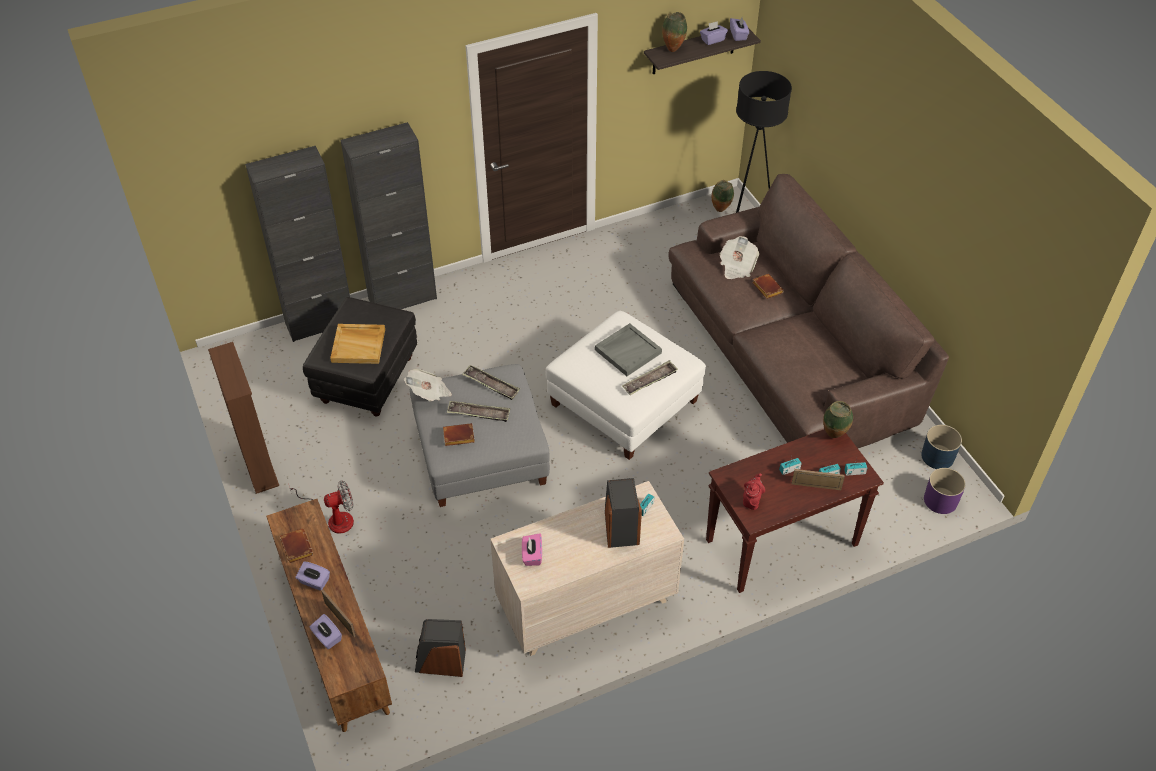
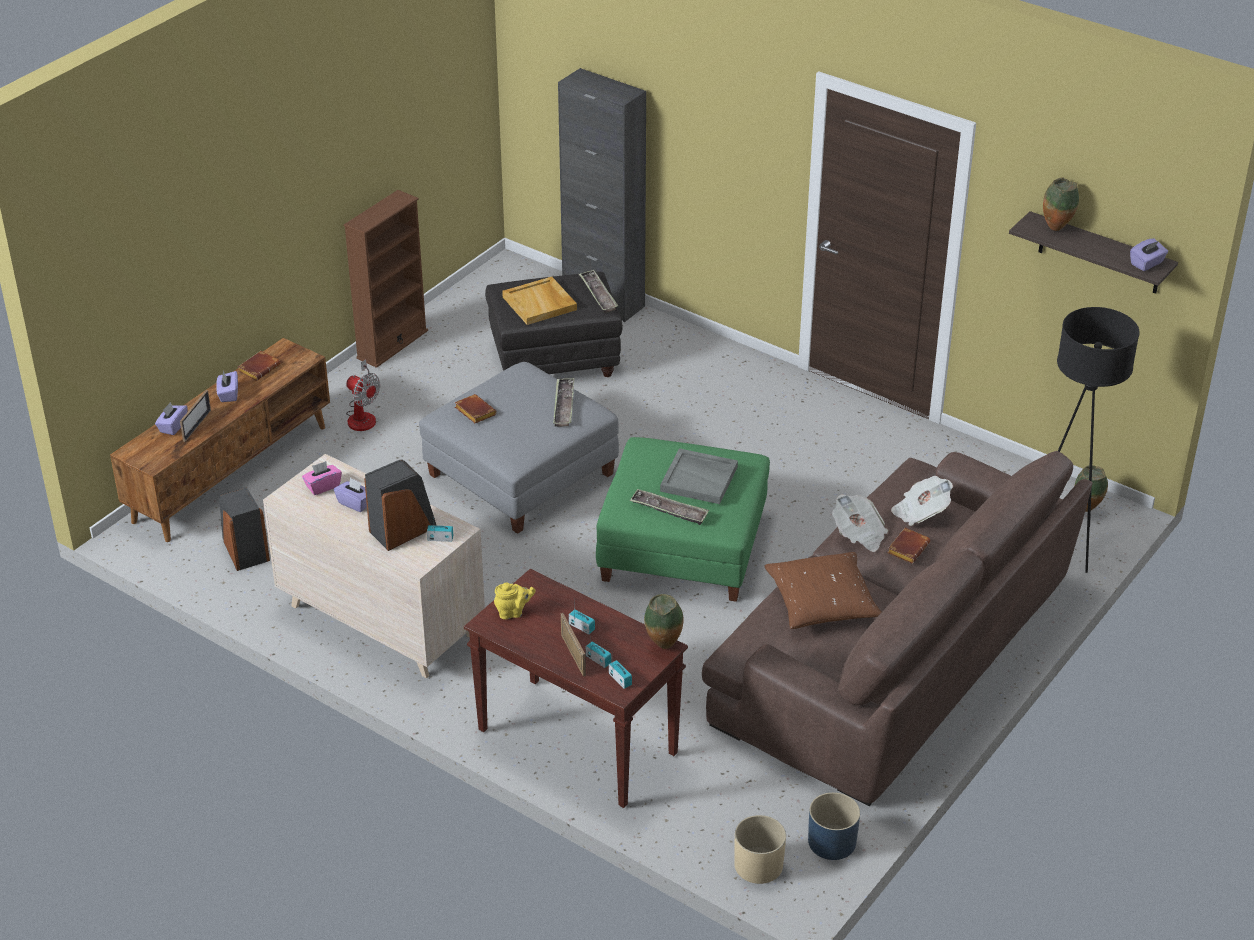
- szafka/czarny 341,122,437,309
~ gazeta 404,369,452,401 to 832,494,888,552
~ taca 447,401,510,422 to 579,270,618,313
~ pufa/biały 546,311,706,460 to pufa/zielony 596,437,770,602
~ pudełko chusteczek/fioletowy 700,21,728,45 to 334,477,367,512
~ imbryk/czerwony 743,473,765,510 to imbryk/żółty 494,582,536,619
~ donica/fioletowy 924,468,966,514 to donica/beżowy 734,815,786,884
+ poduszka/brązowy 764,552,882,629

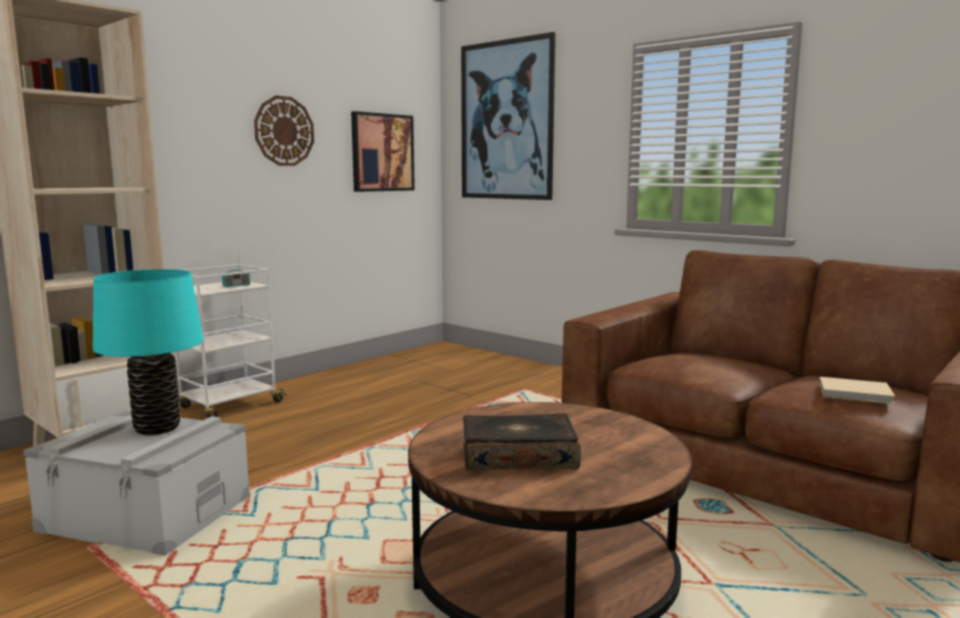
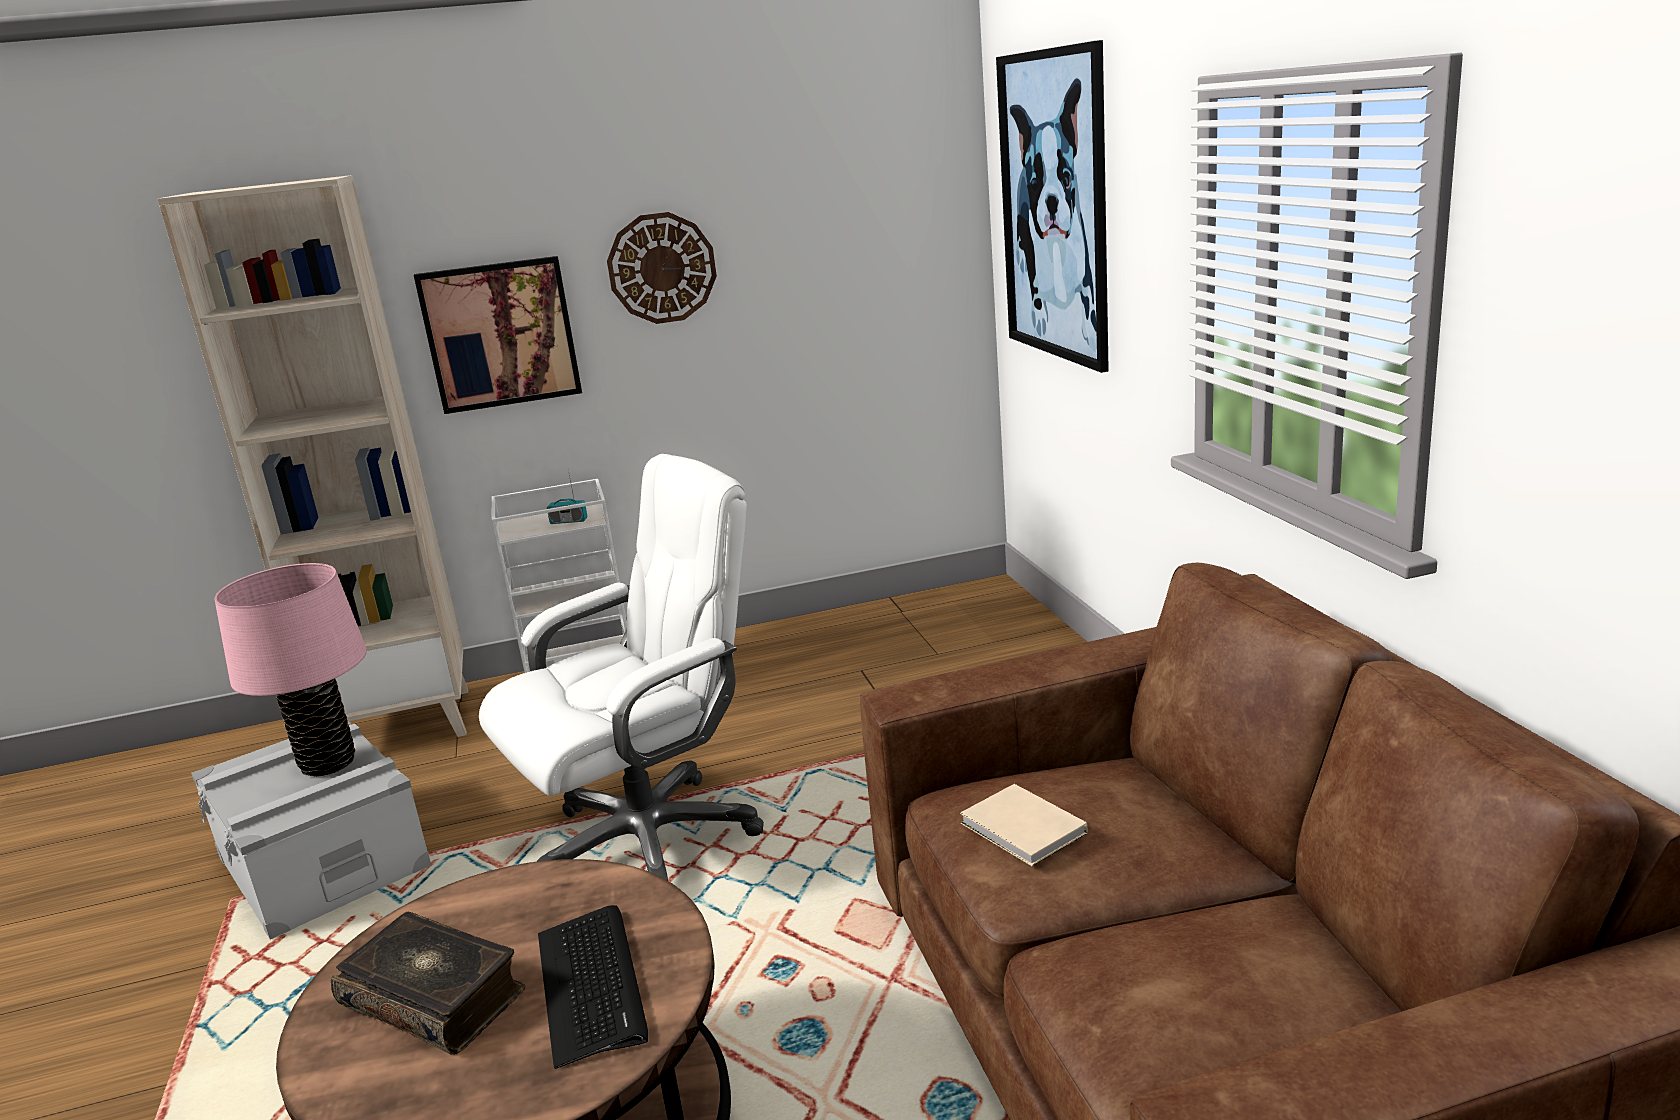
~ lampa stołowa/turkusowy 93,269,203,435 to lampa stołowa/różowy 215,563,367,777
~ obraz 351,111,415,192 to 414,256,582,414
~ książka/beżowy 819,377,895,404 to 960,784,1087,866
+ krzesło biurowe/biały 479,454,764,881
+ klawiatura 538,905,648,1069

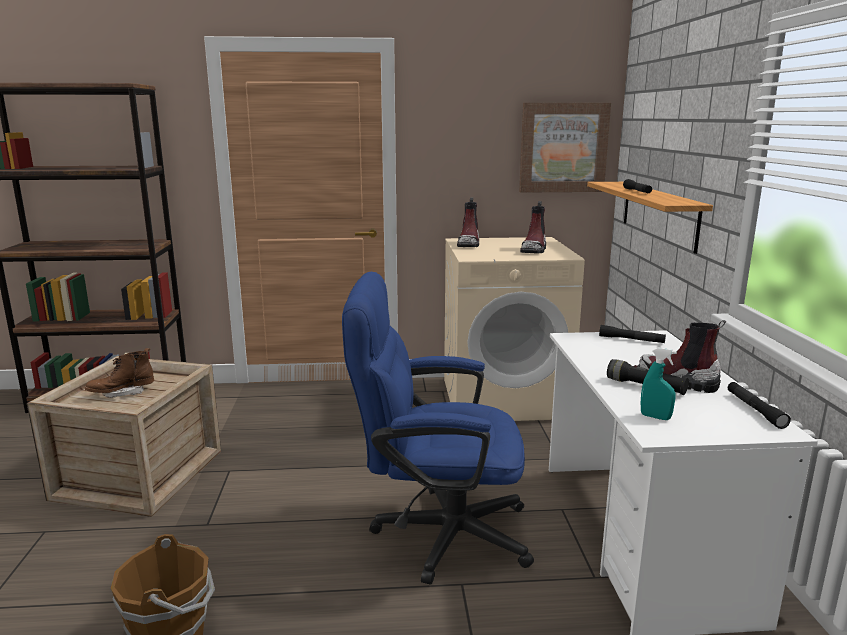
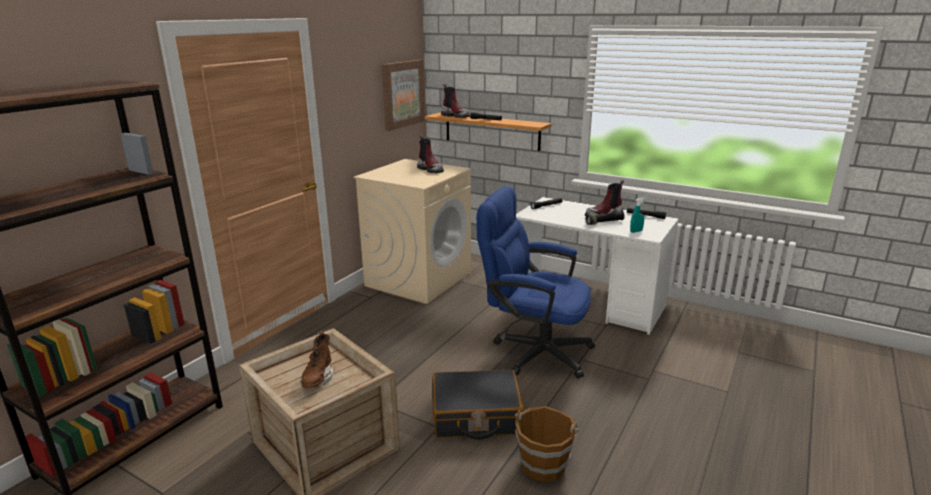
~ krzesło biurowe/niebieski 342,272,534,585 = 476,186,595,379 75 degrees clockwise
~ but z cholewką 457,197,479,247 to 441,84,470,118
+ walizka/czarny 432,370,524,440

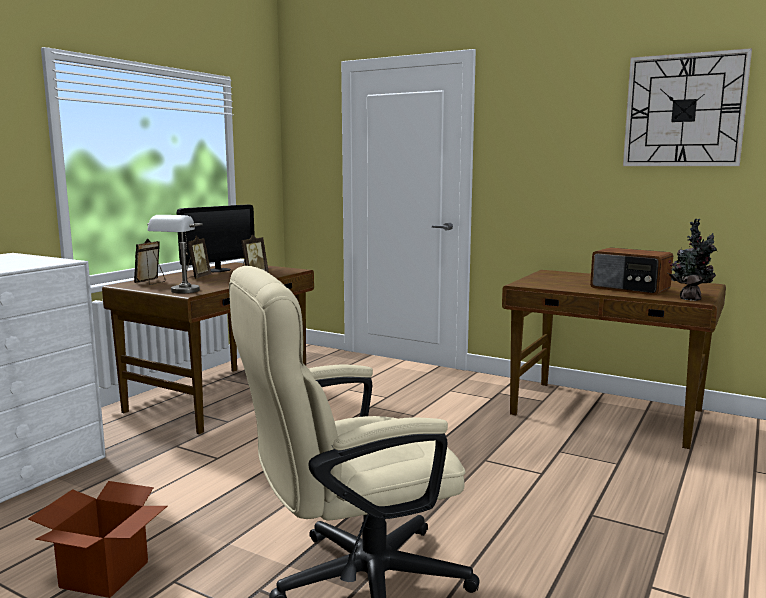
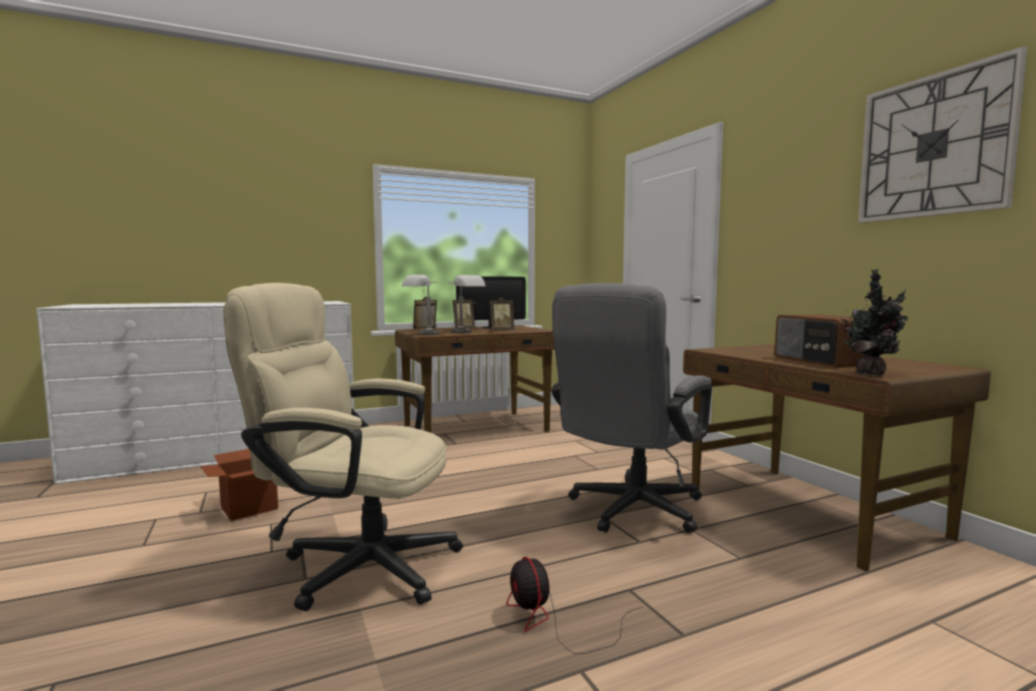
+ lampa stołowa/szary 447,275,485,333
+ wentylator 507,557,643,654
+ krzesło biurowe/szary 551,283,712,533

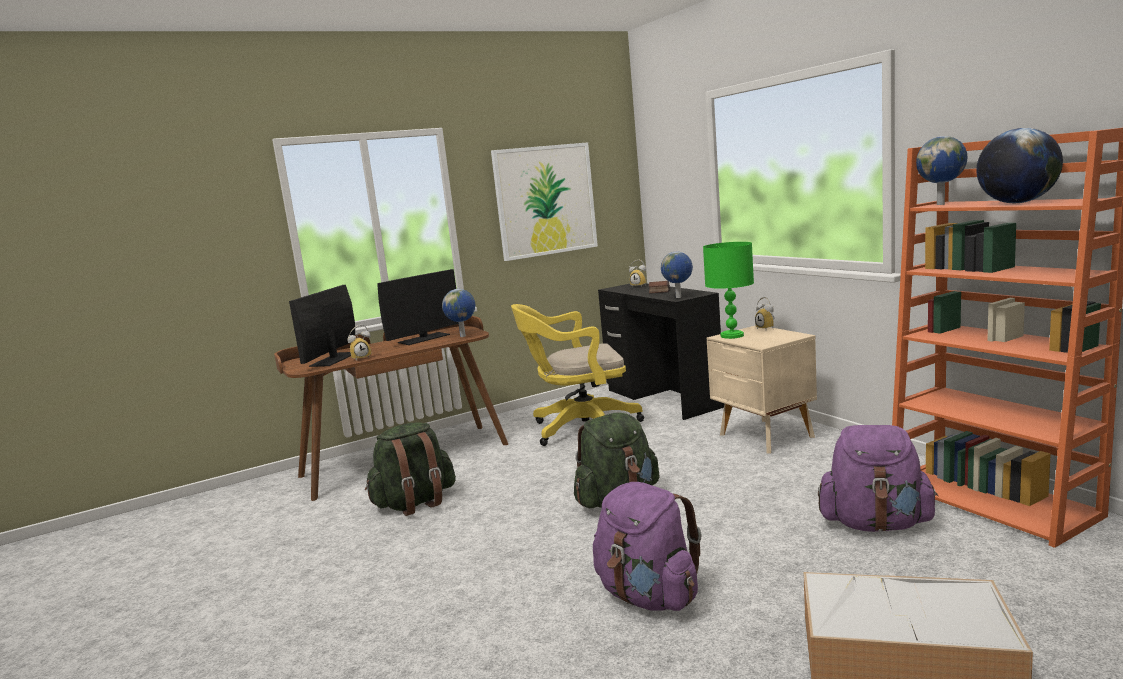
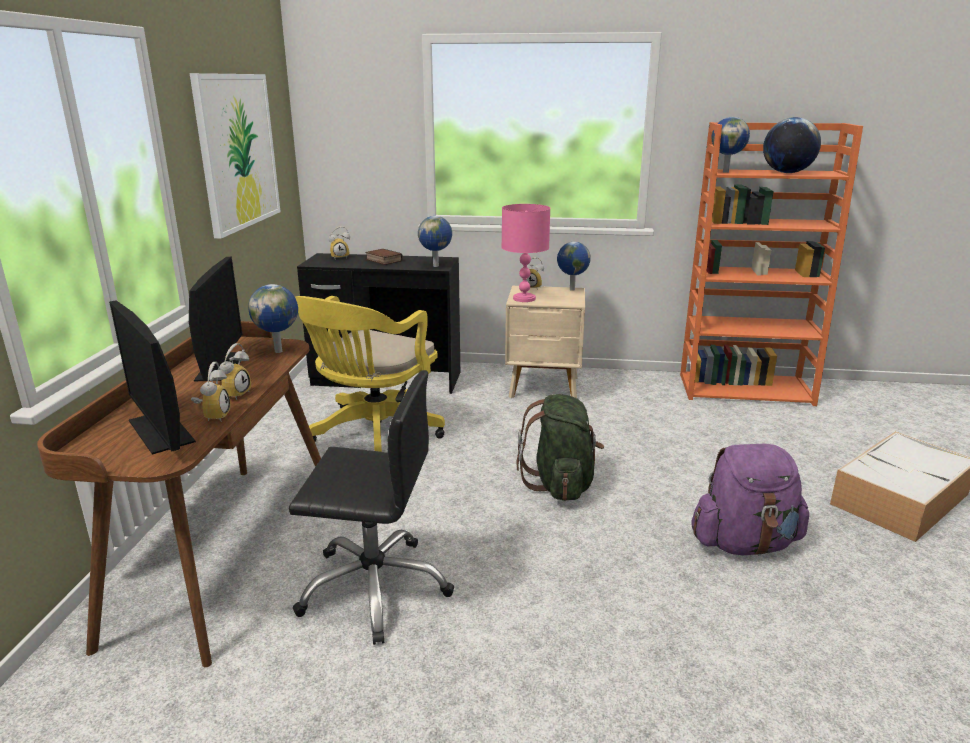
~ plecak/zielony 365,422,456,516 to krzesło biurowe/czarny 289,370,454,645
~ lampa stołowa/zielony 703,242,754,339 to lampa stołowa/różowy 501,204,550,302
- plecak/fioletowy 818,425,938,532
+ budzik 219,343,251,400
+ globus 557,242,591,291

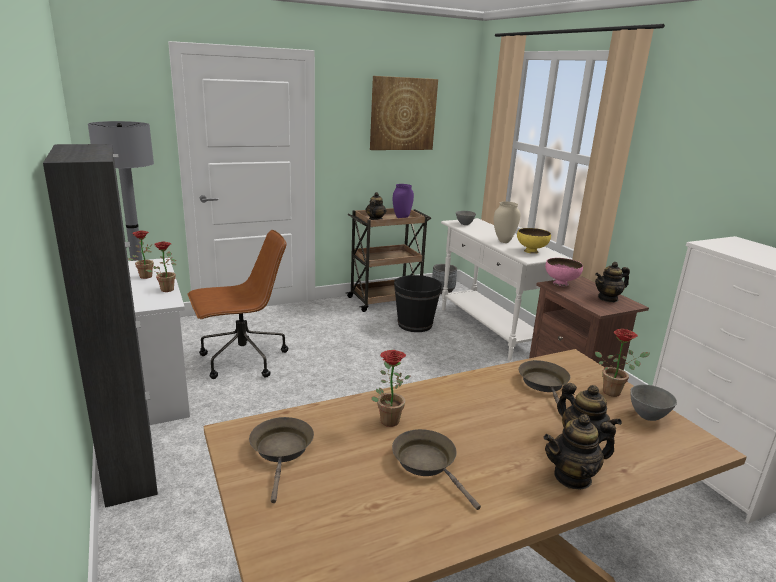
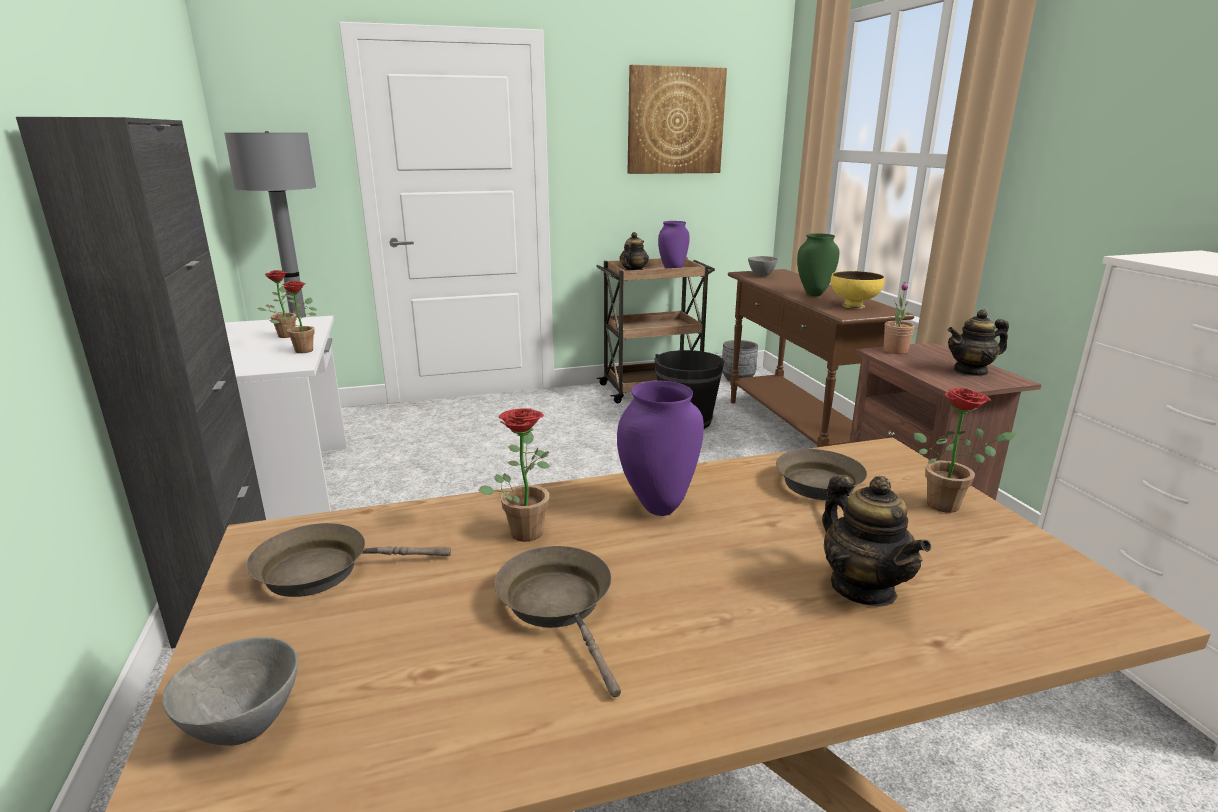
- krzesło biurowe/brązowy 187,230,288,379
~ patelnia/brązowy 249,417,314,503 = 246,523,451,597 105 degrees counterclockwise
~ stolik konsolowy/biały 441,218,569,361 to stolik konsolowy/brązowy 728,269,914,447
~ wazon/beżowy 494,201,521,243 to wazon/zielony 797,233,839,296
- imbryk 544,414,616,490
~ miska/różowy 545,258,583,286 to roślina doniczkowa 884,282,915,354
~ miska/szary 630,384,677,421 to 162,637,298,746
+ wazon/fioletowy 617,381,704,516

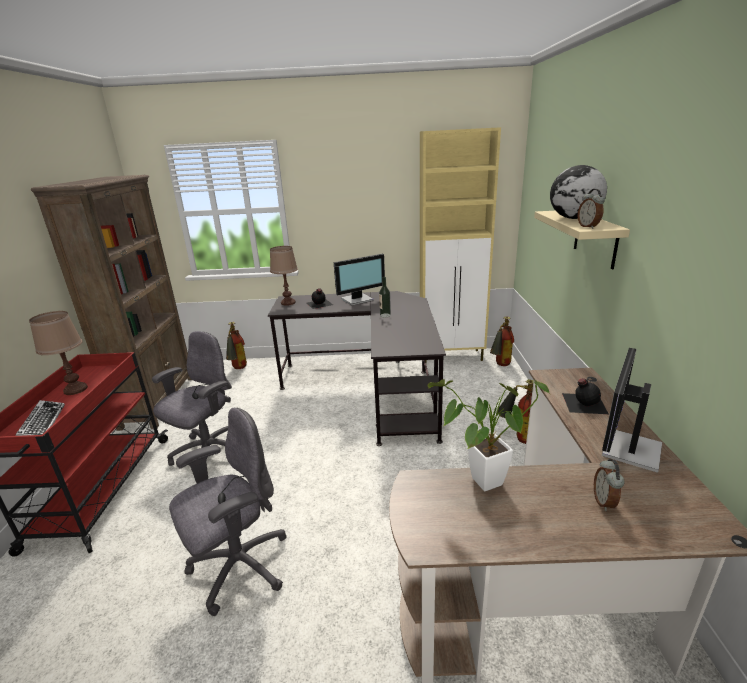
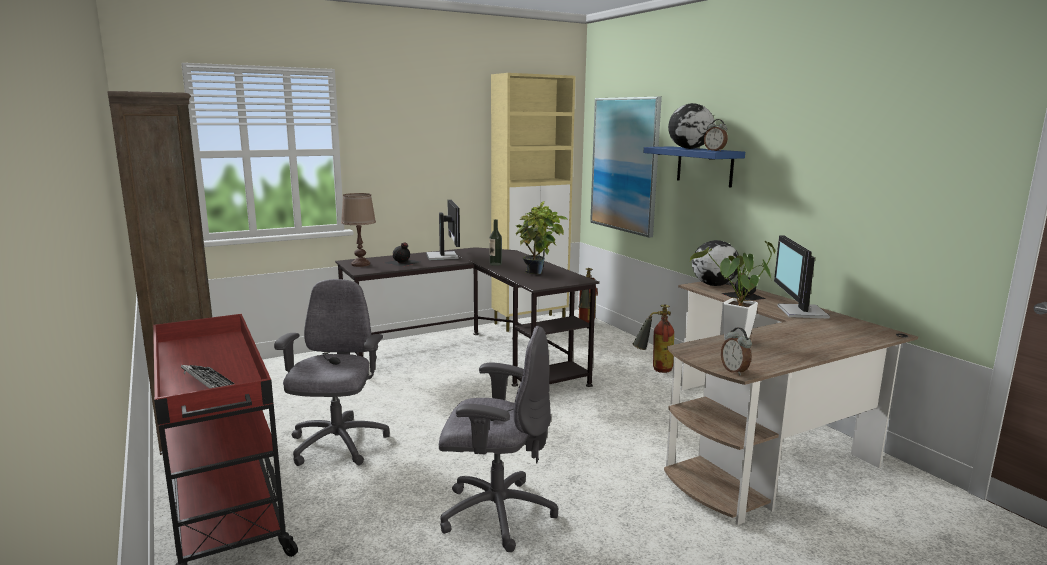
- lampa stołowa/brązowy 29,311,88,395
~ krzesło biurowe/szary 169,408,286,616 = 439,326,559,552 75 degrees clockwise
- gaśnica 226,322,247,369
~ monitor 334,254,385,305 = 426,200,460,260 45 degrees counterclockwise
~ półka/beżowy 534,211,630,269 to półka/niebieski 644,146,745,187
~ budzik 594,459,625,511 to 721,328,752,376
+ roślina doniczkowa 516,201,568,274
+ obraz 590,97,662,238
+ globus 692,240,740,286

